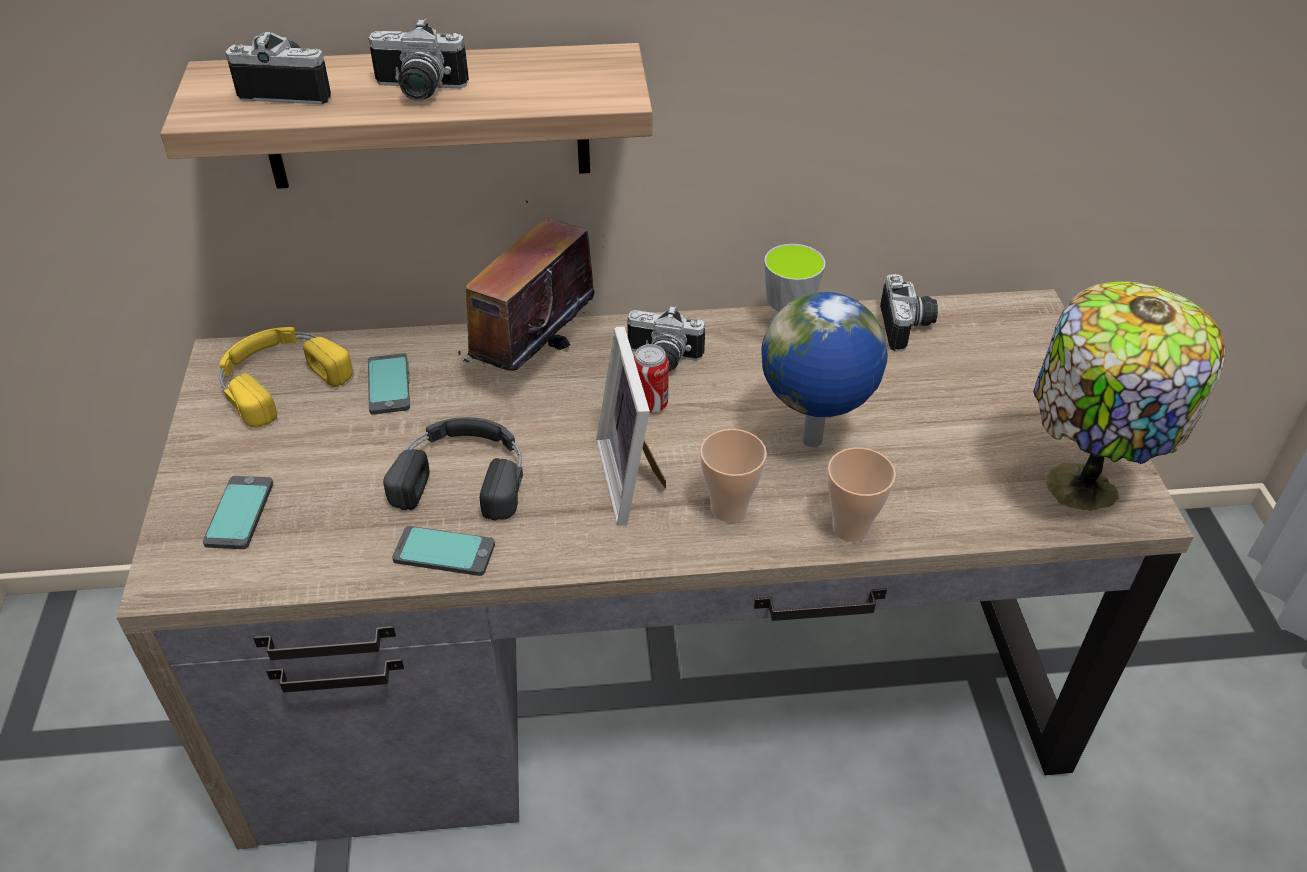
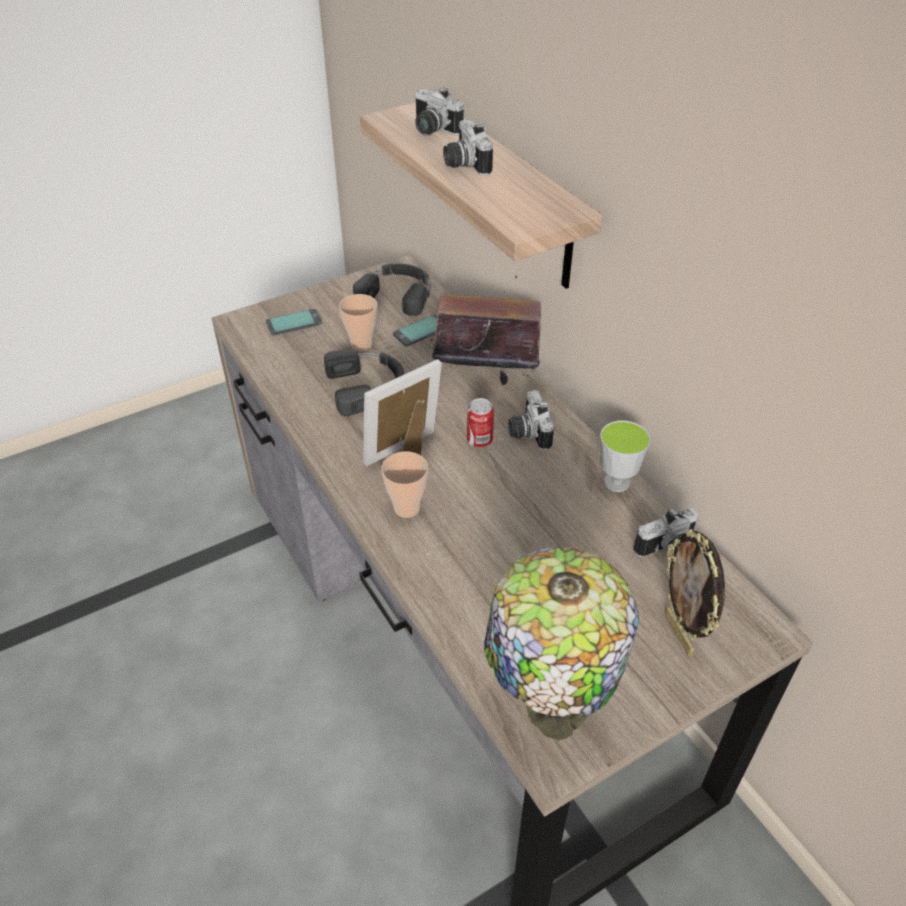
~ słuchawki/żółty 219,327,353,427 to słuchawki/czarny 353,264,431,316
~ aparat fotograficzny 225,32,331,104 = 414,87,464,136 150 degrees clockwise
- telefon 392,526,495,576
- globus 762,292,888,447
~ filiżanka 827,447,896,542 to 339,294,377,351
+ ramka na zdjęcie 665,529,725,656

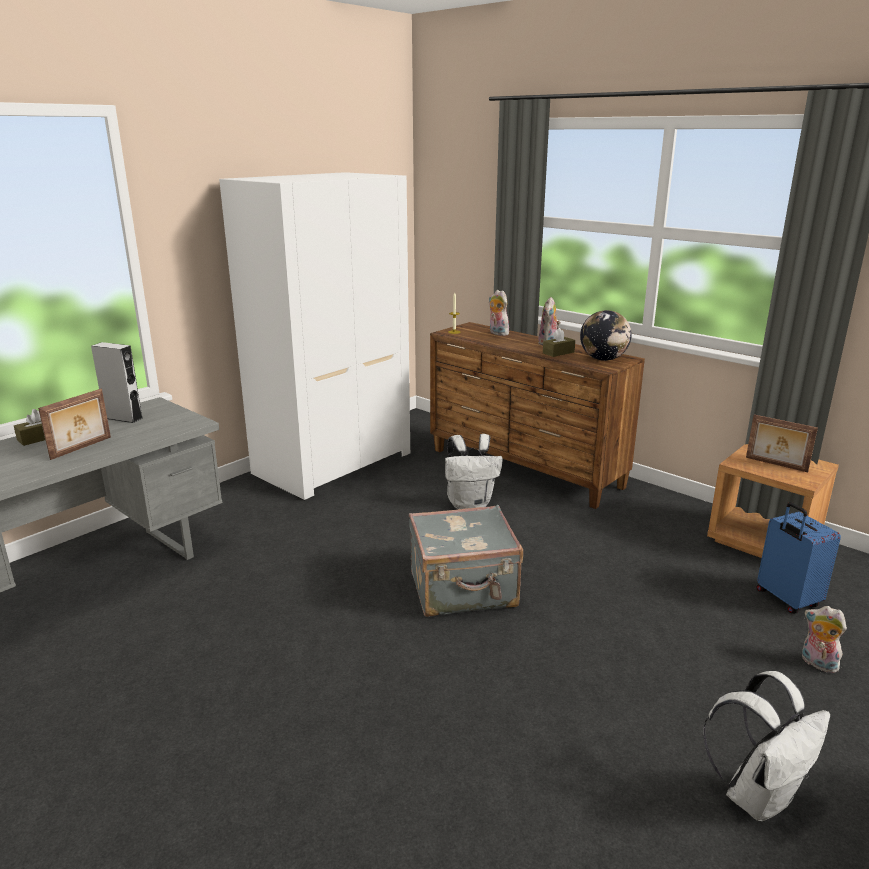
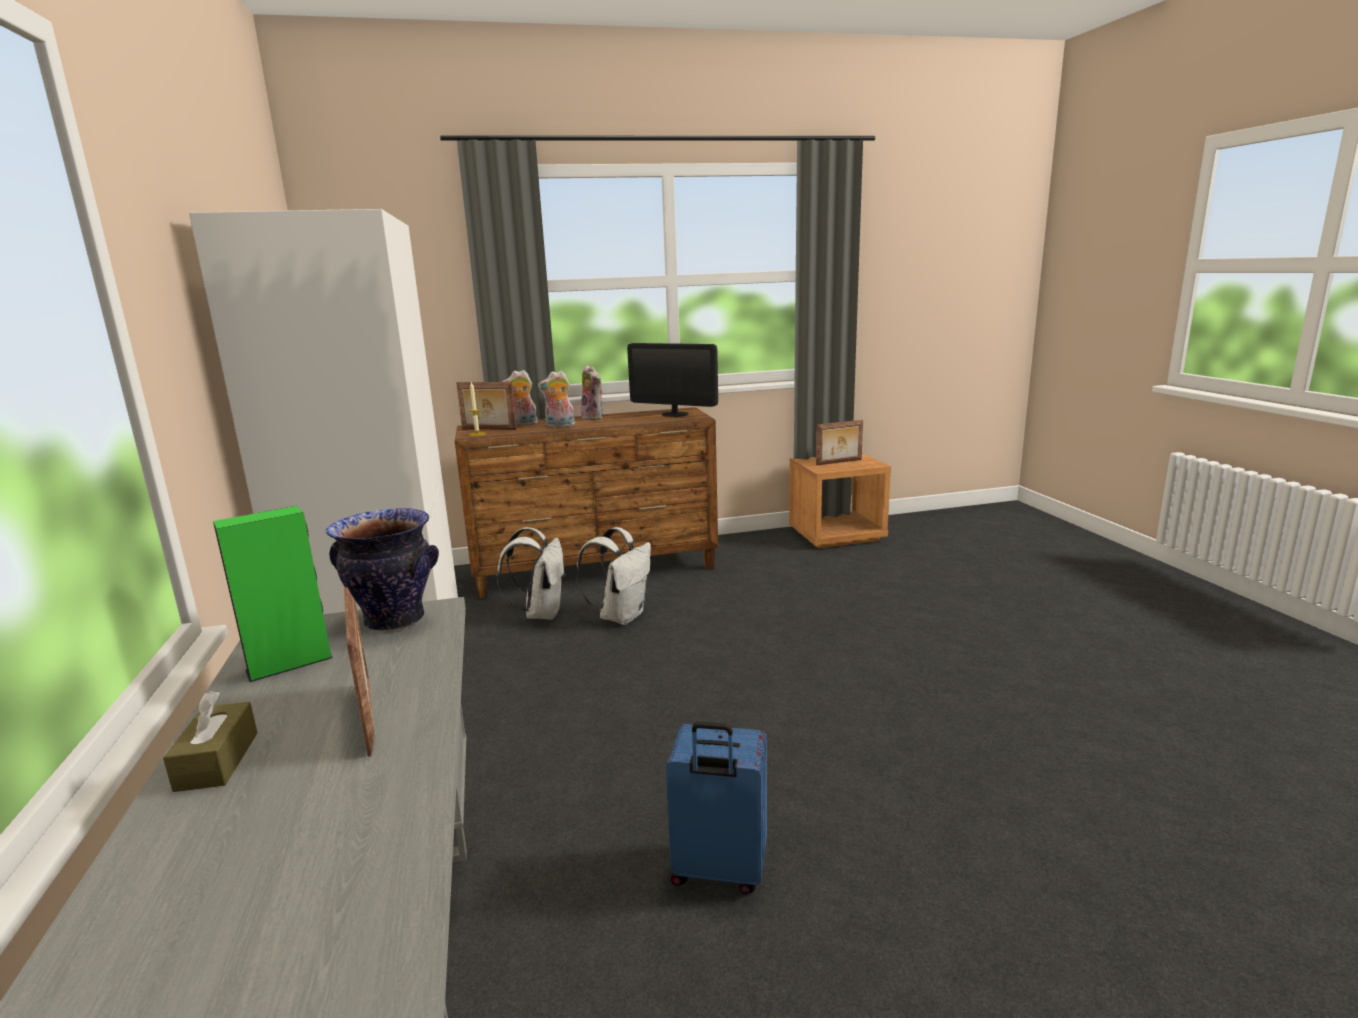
~ głośnik/szary 91,342,142,423 to głośnik/zielony 213,506,333,682
- walizka/szary 409,505,523,617
- pudełko chusteczek/brązowy 543,328,575,357
~ globus 580,310,632,361 to monitor 627,343,718,417
~ plecak/biały 703,671,830,821 to 496,527,564,620
~ walizka/niebieski 756,502,841,613 to 666,721,767,894
~ pluszak 802,606,847,673 to 538,371,575,428
+ wazon 325,508,439,631
+ ramka na zdjęcie 456,382,517,430

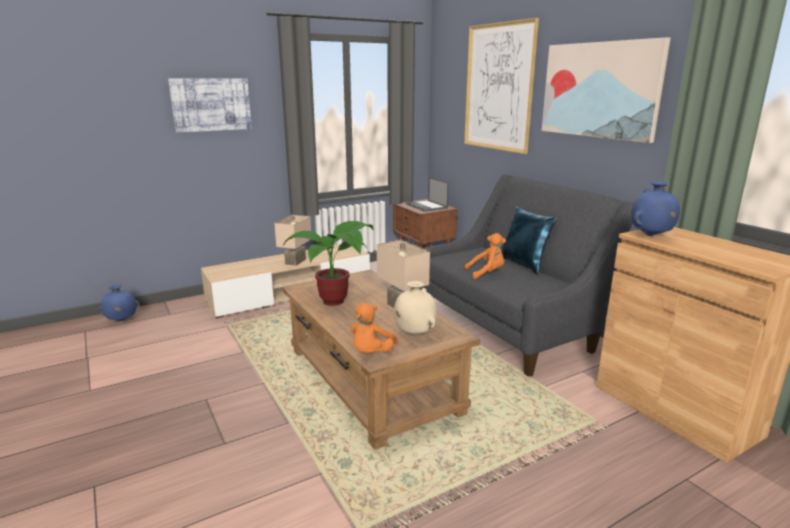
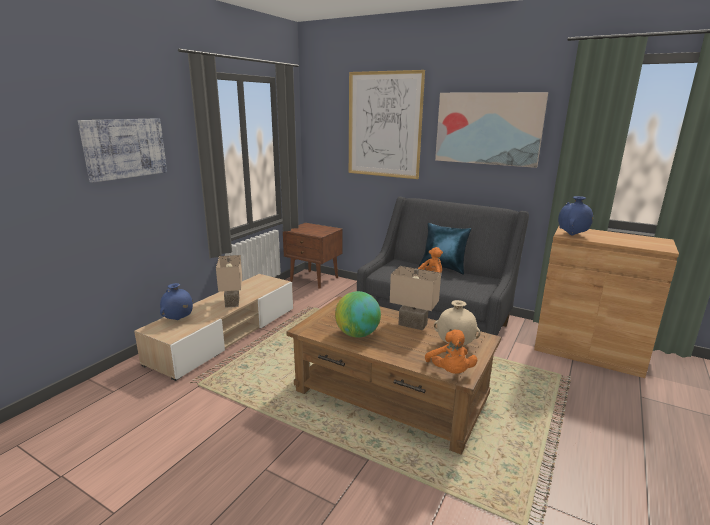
~ wazon/niebieski 99,284,140,321 to 160,283,193,320
~ roślina doniczkowa 283,221,374,306 to globus 335,291,381,338
- laptop 406,177,449,212

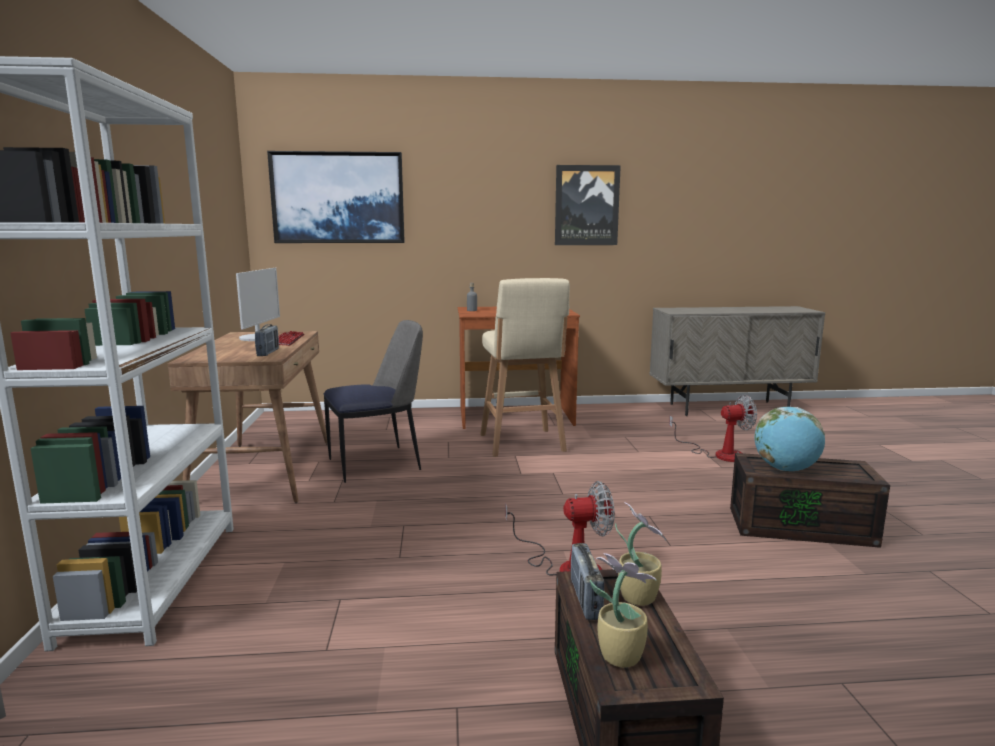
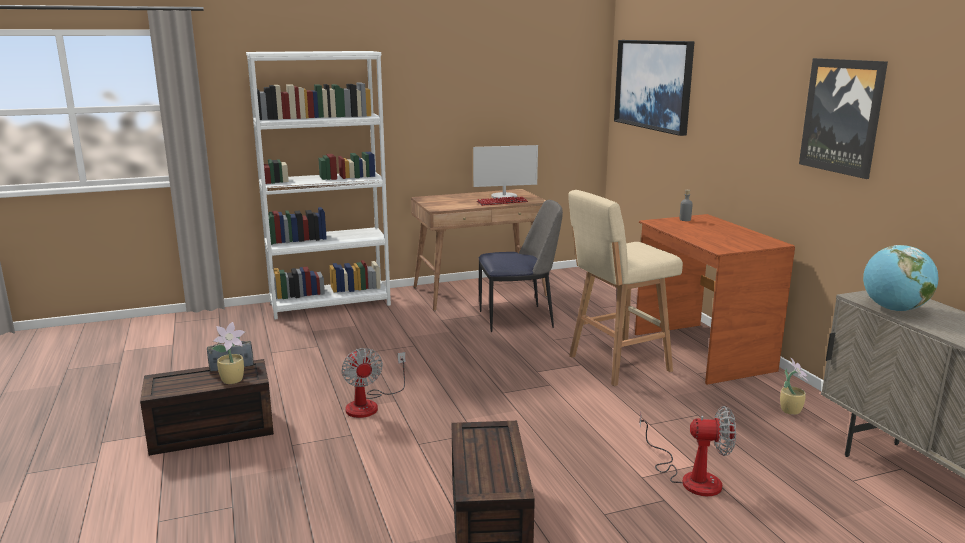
- radio 255,324,279,356
~ krzesło 323,320,423,483 = 478,200,563,332 60 degrees counterclockwise
~ roślina doniczkowa 590,553,657,668 to 780,357,809,415
~ wentylator 669,395,757,462 = 639,406,736,496 60 degrees counterclockwise
~ globus 755,407,825,471 to 863,245,939,311

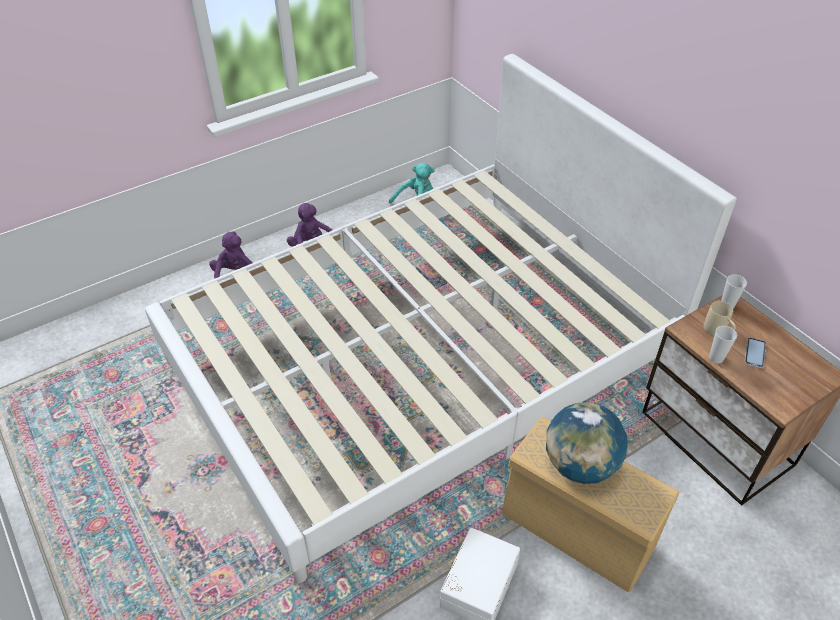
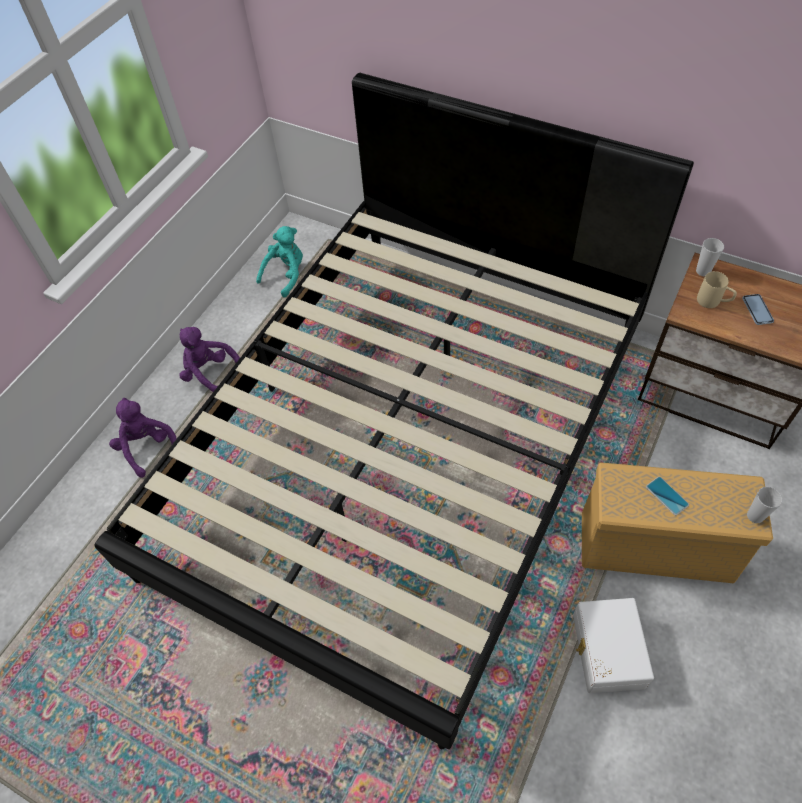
~ łóżko/biały 145,54,737,583 to łóżko/czarny 95,73,694,749
~ globus 546,402,627,484 to telefon 646,477,689,515
~ filiżanka 709,326,737,363 to 747,487,783,523

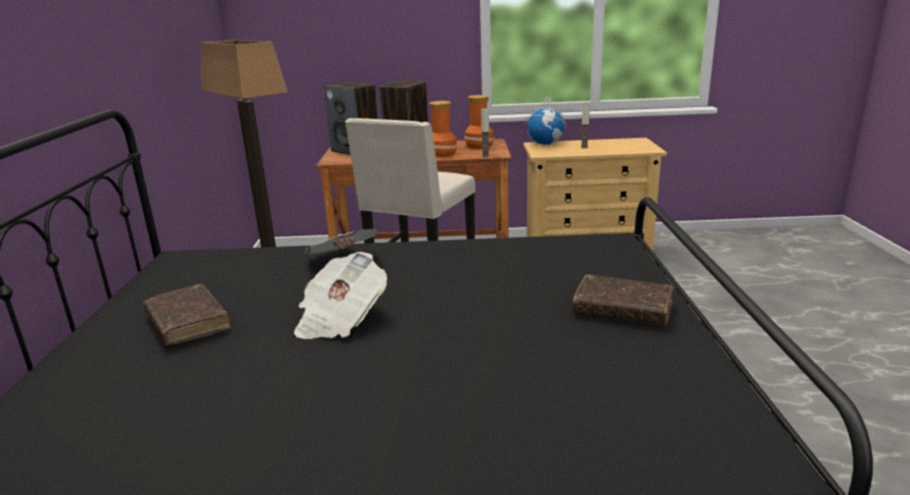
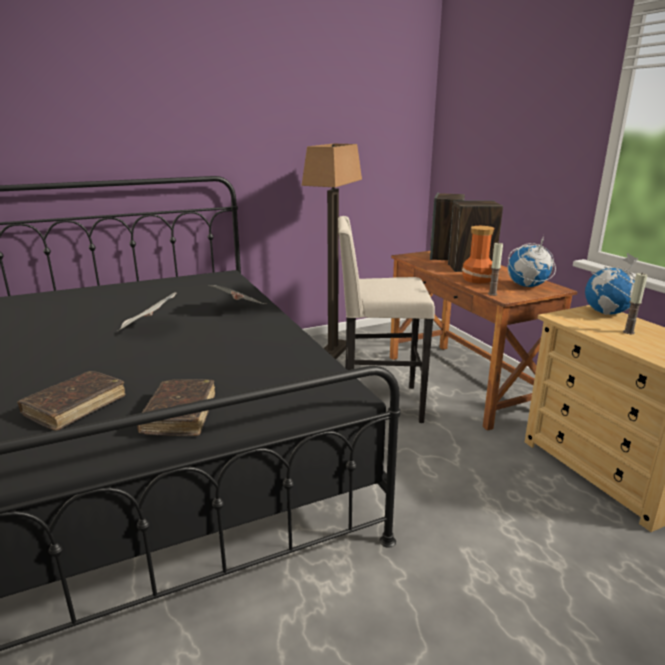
~ książka/brązowy 143,284,231,345 to 17,371,125,431
~ wazon 464,95,494,149 to globus 508,235,556,287

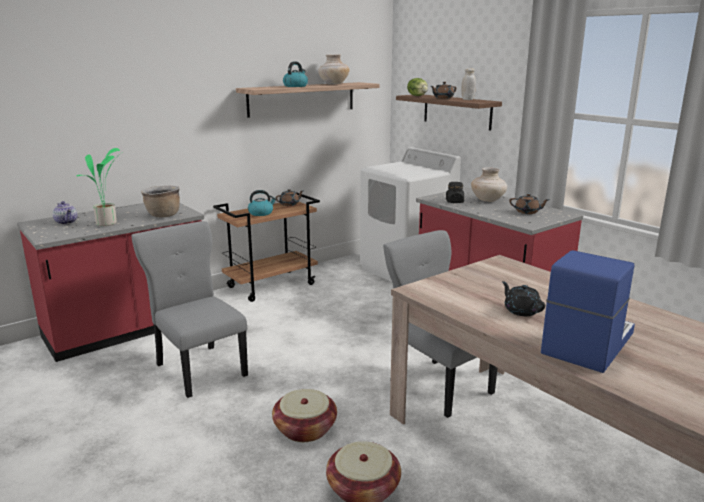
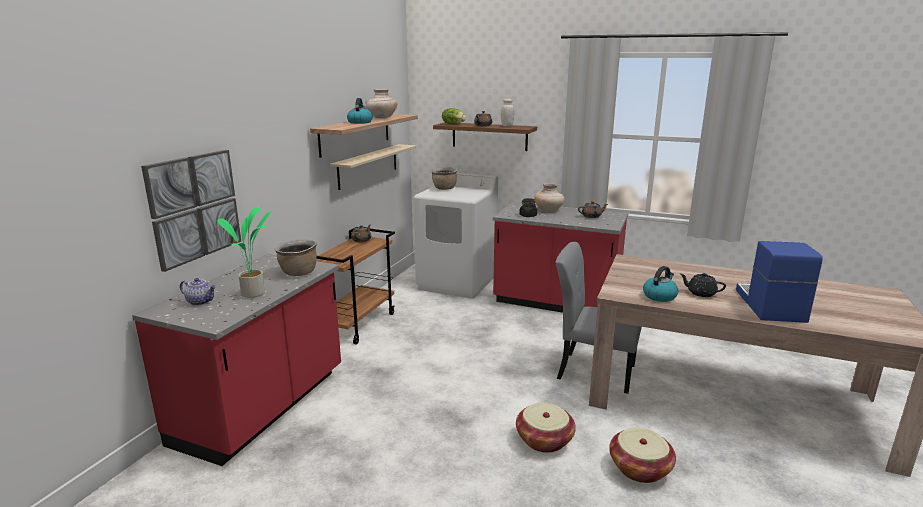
- krzesło/szary 131,221,248,398
~ czajnik 248,190,276,216 to 643,266,678,302
+ obraz 141,150,241,272
+ półka/beżowy 330,144,417,190
+ garnek/brązowy 431,167,458,190

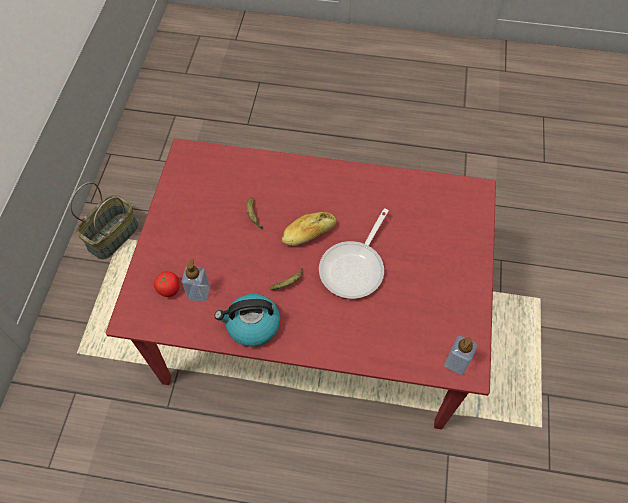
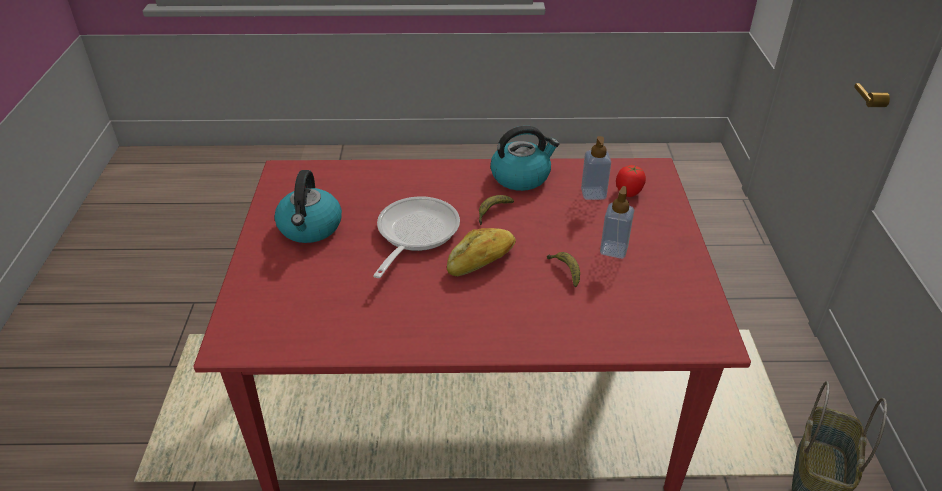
~ dozownik mydła 444,336,477,375 to 600,186,634,259
+ czajnik 274,170,342,243

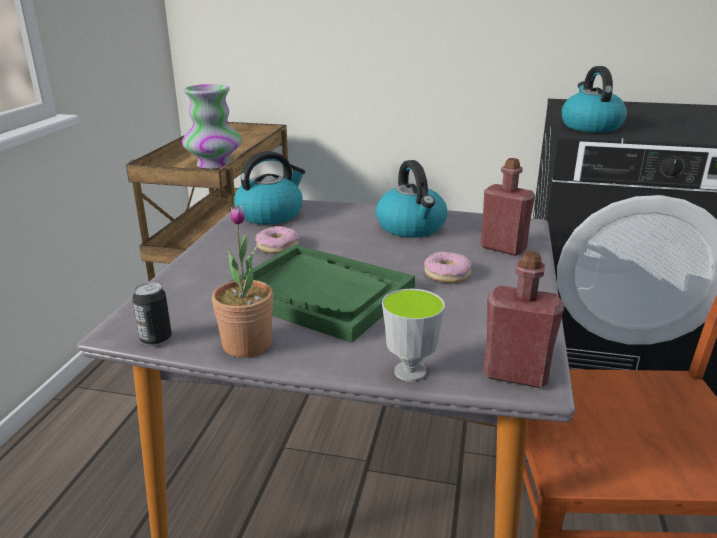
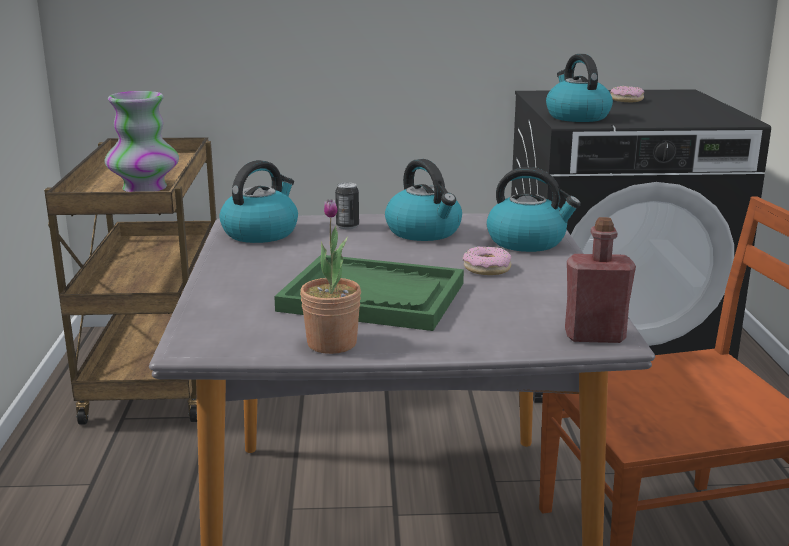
~ puszka 132,282,172,346 to 335,182,359,229
~ donut 256,226,299,254 to 610,86,644,102
- filiżanka 382,289,445,382
~ butelka/czerwony 481,158,535,256 to czajnik 487,167,581,252

